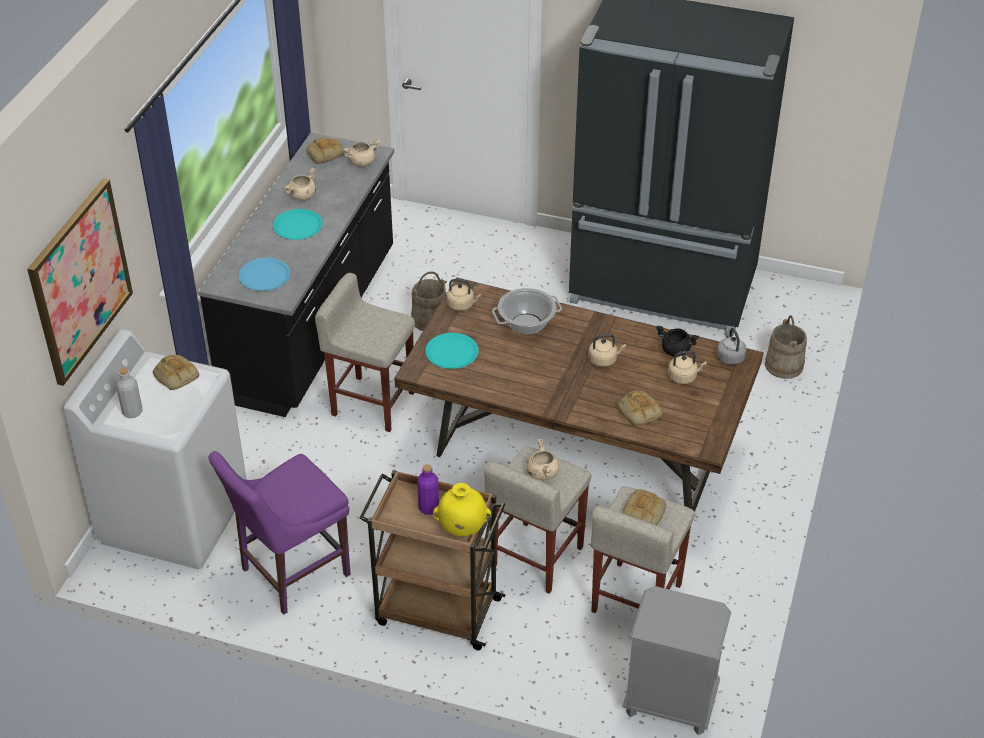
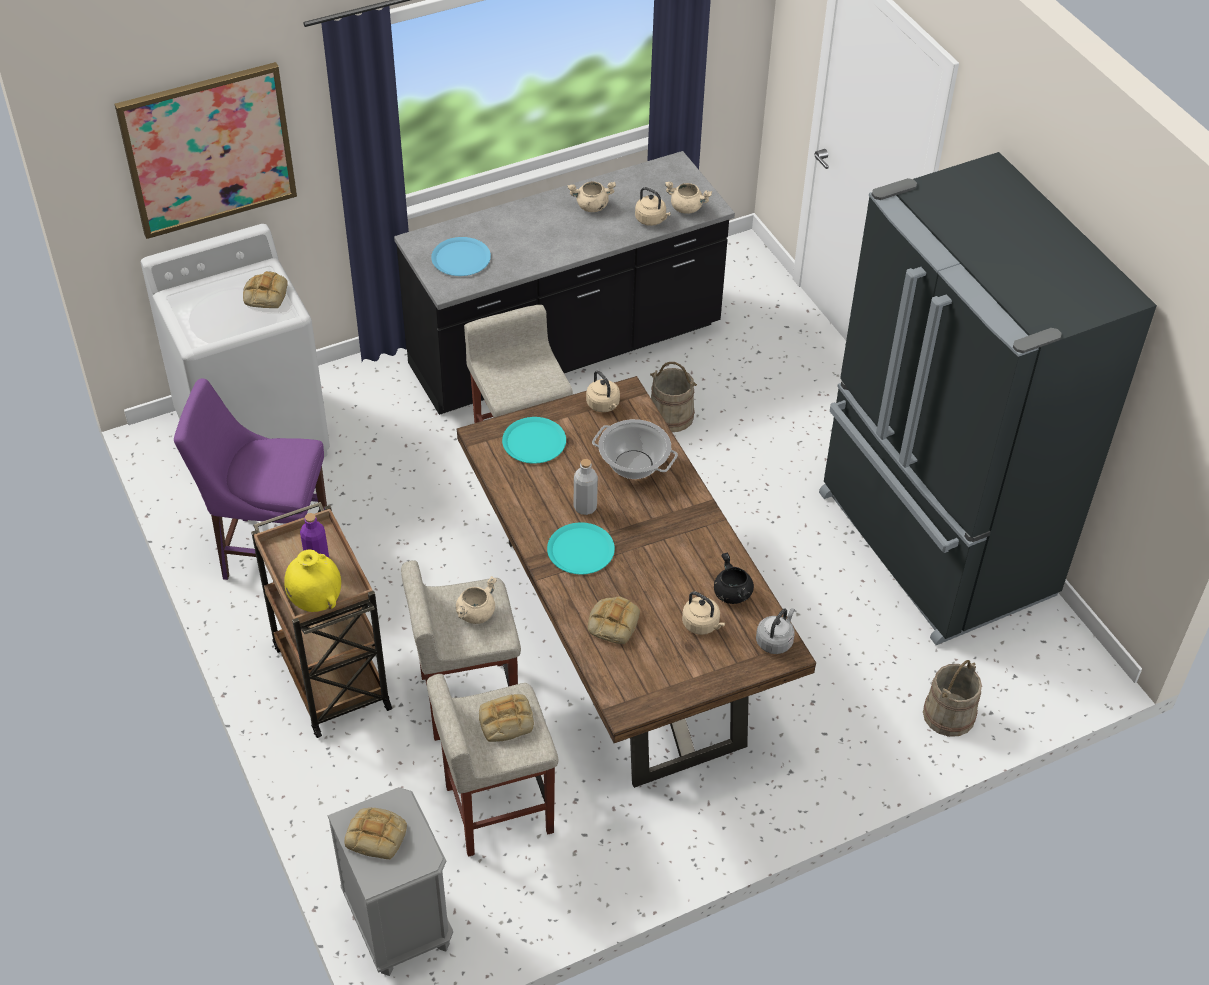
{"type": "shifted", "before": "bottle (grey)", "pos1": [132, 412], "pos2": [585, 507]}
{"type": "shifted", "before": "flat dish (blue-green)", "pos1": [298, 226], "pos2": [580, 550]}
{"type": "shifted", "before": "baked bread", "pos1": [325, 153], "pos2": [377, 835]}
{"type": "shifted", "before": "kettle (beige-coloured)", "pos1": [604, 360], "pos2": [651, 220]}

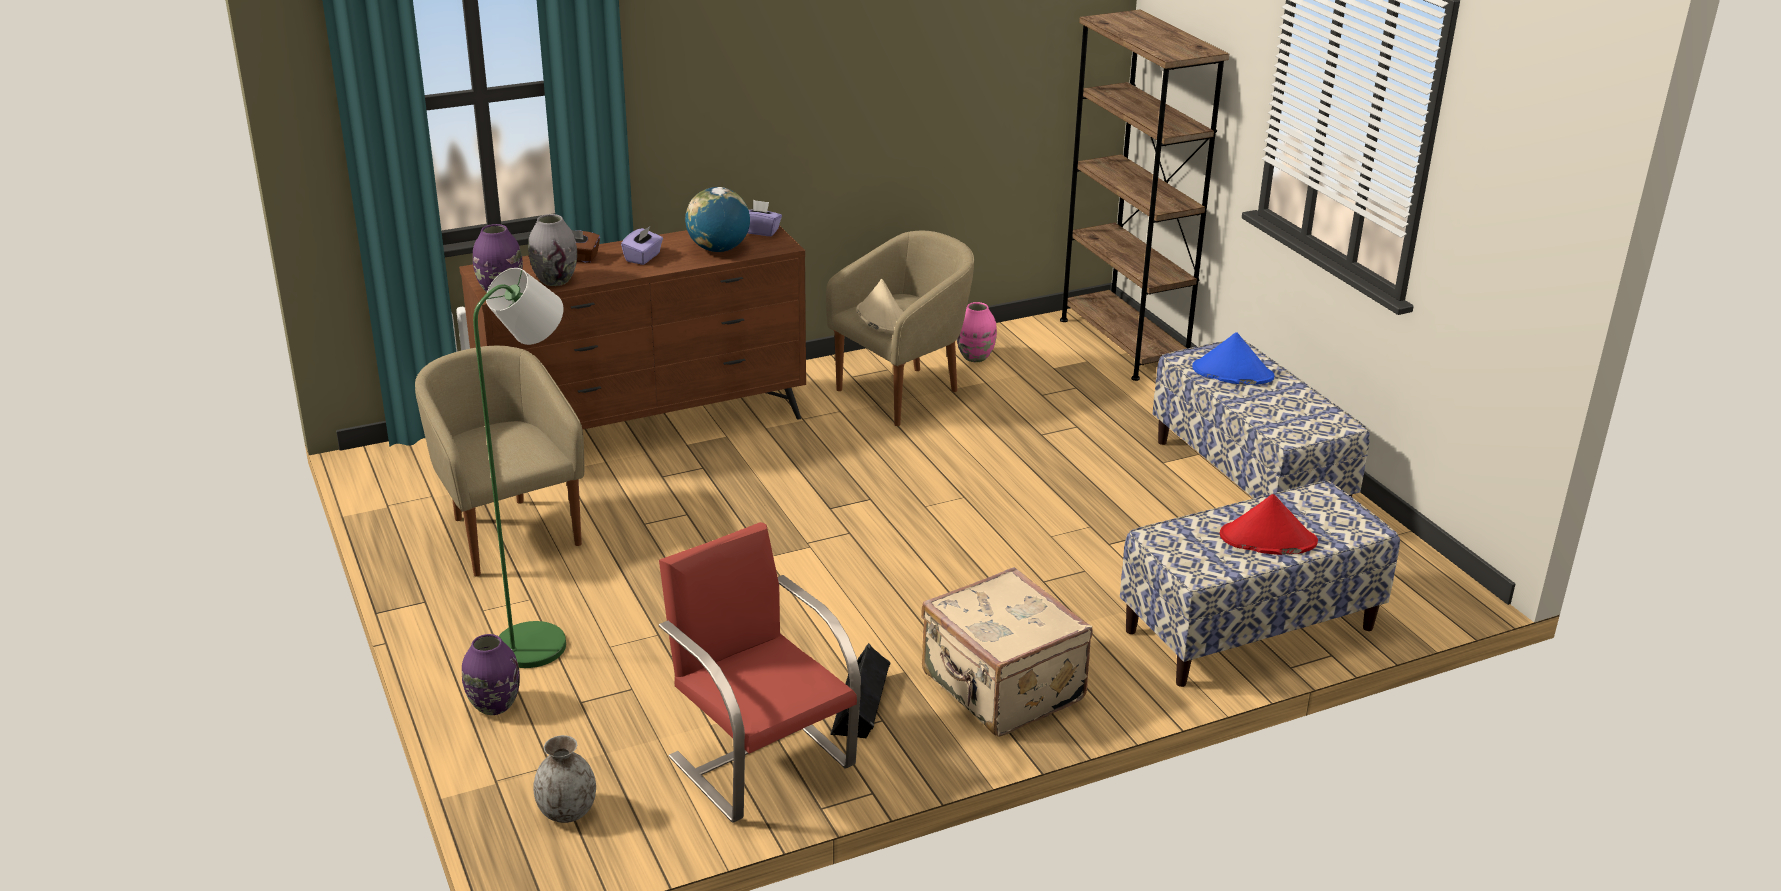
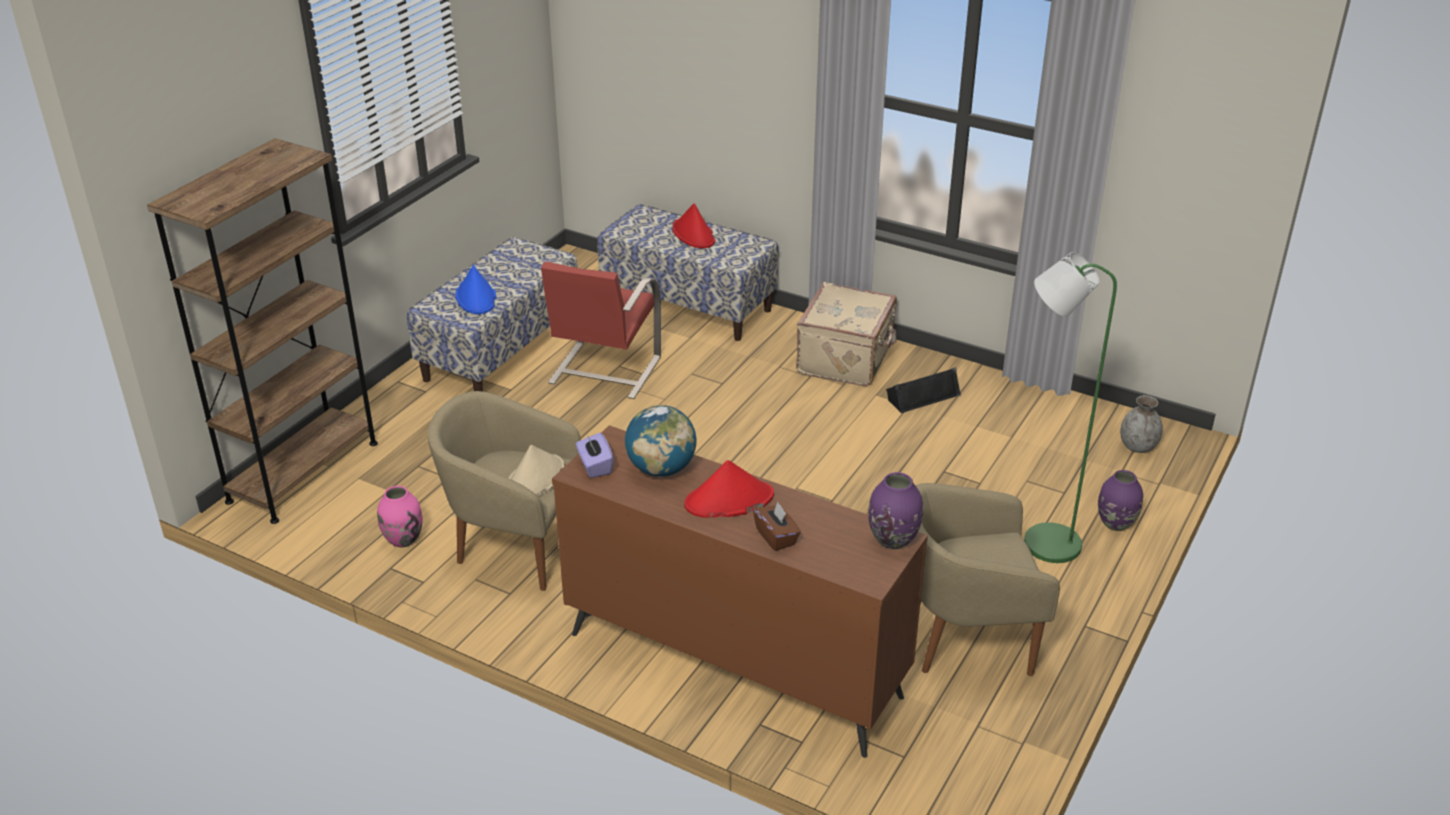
{"type": "gone", "before": "flower vase (grey)", "pos1": [555, 280]}
{"type": "shifted", "before": "chair (red-coloured)", "pos1": [761, 759], "pos2": [603, 371]}
{"type": "swapped", "before": "tissue box (purplish)", "after": "wearable hat (red-coloured)", "pos1": [643, 257], "pos2": [728, 500]}
{"type": "rotated", "before": "lounge chair (beige-coloured)", "pos1": [507, 533], "pos2": [964, 642], "turn": 60}

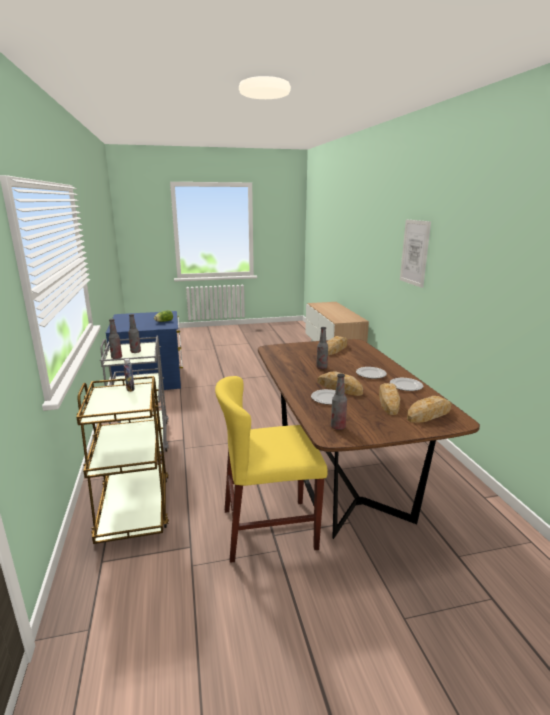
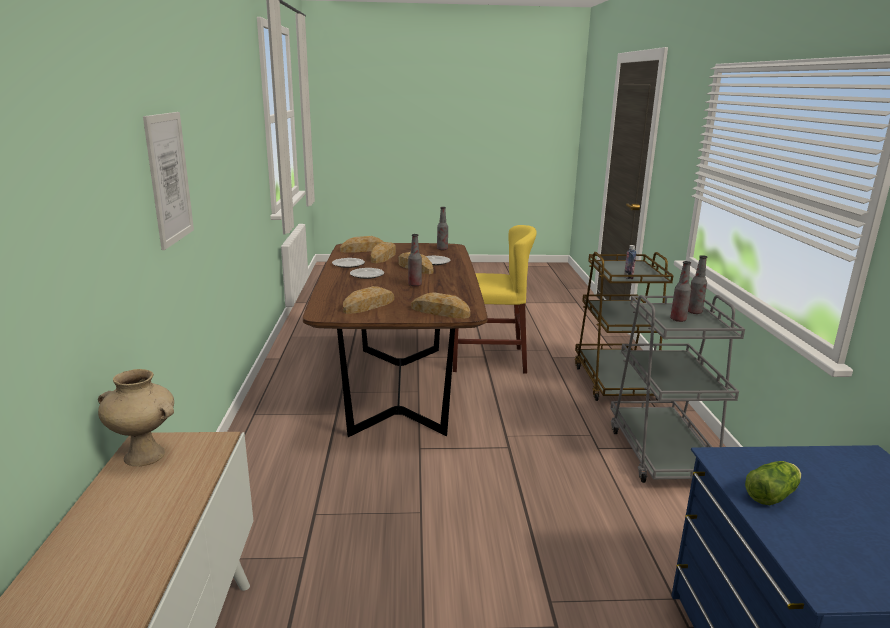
{"type": "new", "after": "flower vase (beige-coloured)", "pos2": [146, 455]}
{"type": "new", "after": "baked bread", "pos2": [440, 312]}

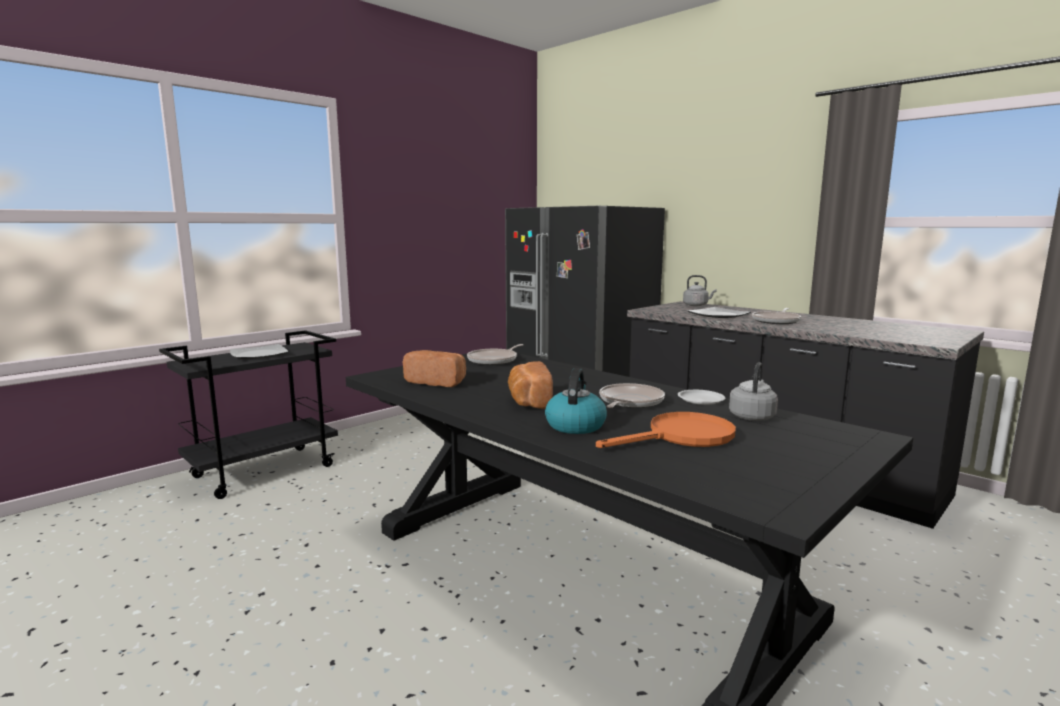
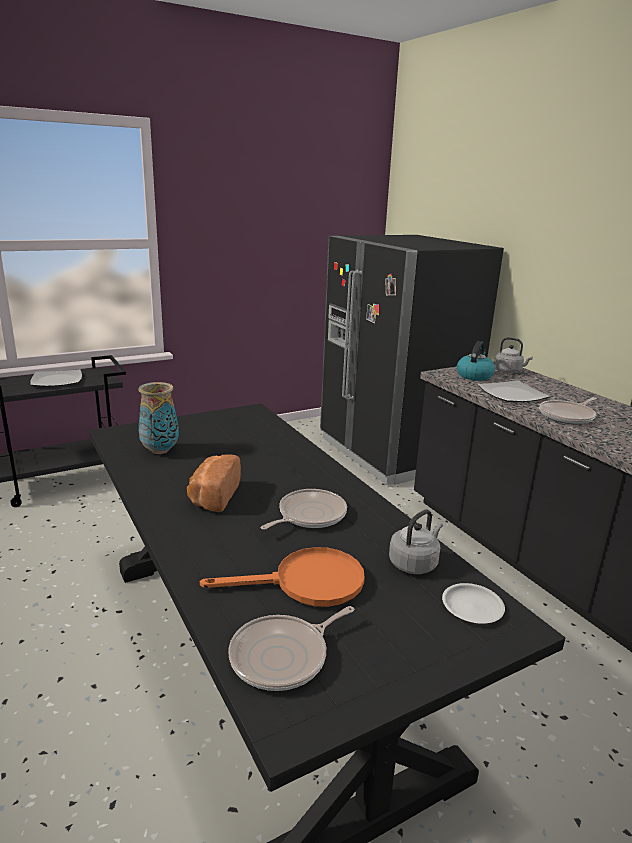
{"type": "shifted", "before": "pan", "pos1": [494, 360], "pos2": [283, 656]}
{"type": "shifted", "before": "kettle", "pos1": [575, 425], "pos2": [474, 375]}
{"type": "shifted", "before": "flat dish (whitish)", "pos1": [701, 400], "pos2": [472, 607]}
{"type": "swapped", "before": "baked bread", "after": "flower vase", "pos1": [438, 382], "pos2": [160, 451]}

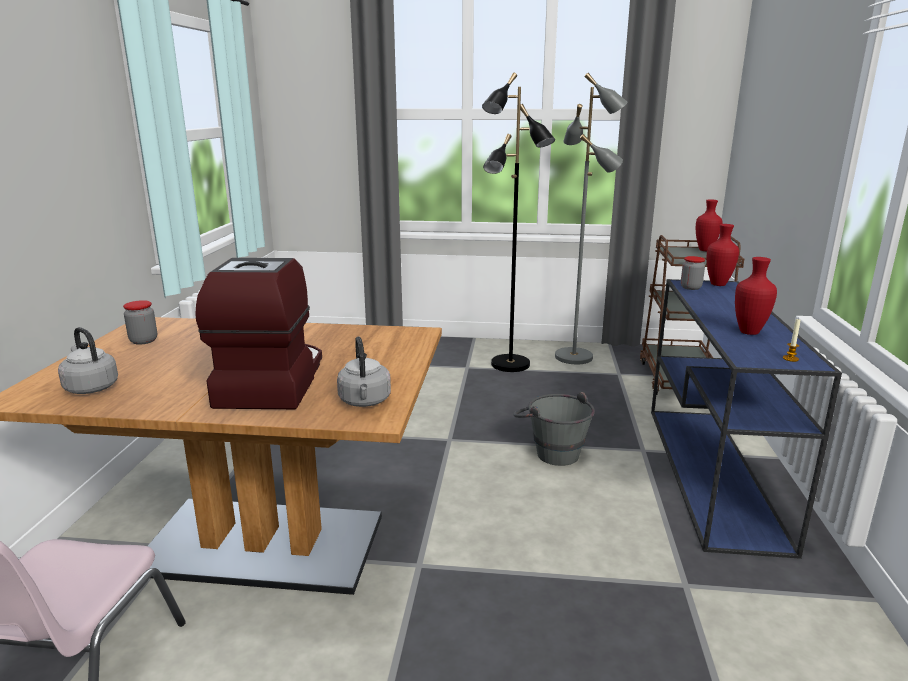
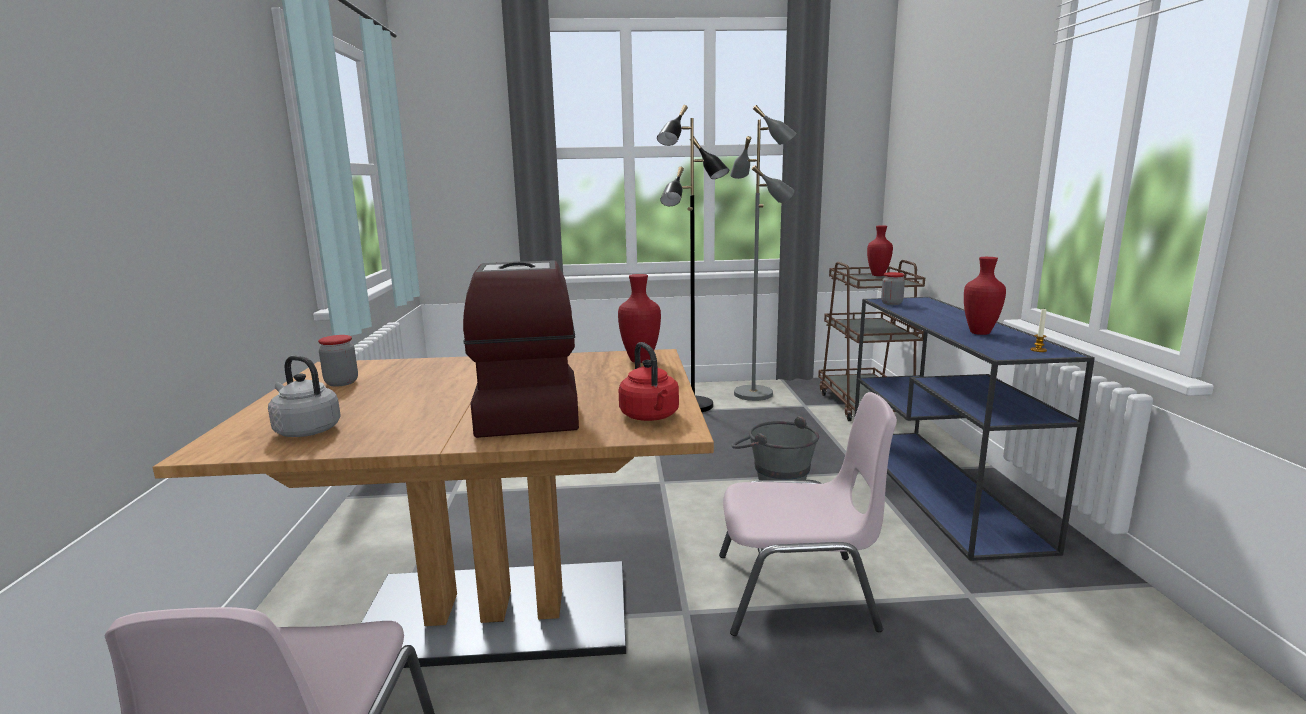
{"type": "new", "after": "chair (pink-coloured)", "pos2": [797, 592]}
{"type": "shifted", "before": "flower vase (red-coloured)", "pos1": [718, 284], "pos2": [641, 360]}
{"type": "repainted", "before": "kettle (grey)", "after": "kettle (red-coloured)", "pos1": [365, 402], "pos2": [650, 417]}

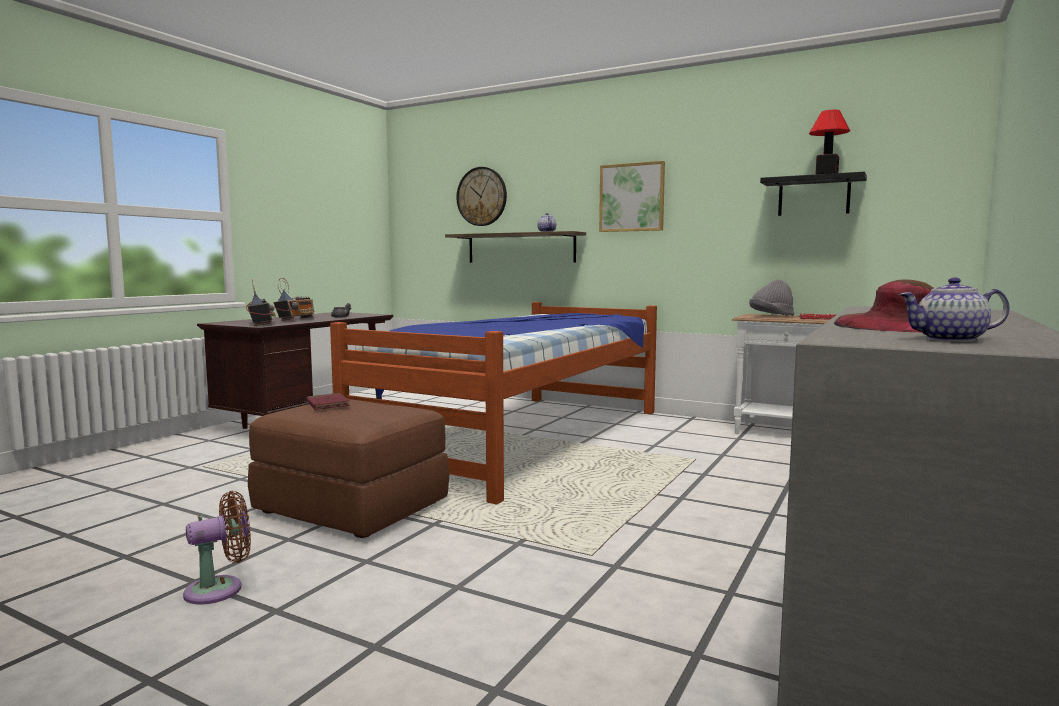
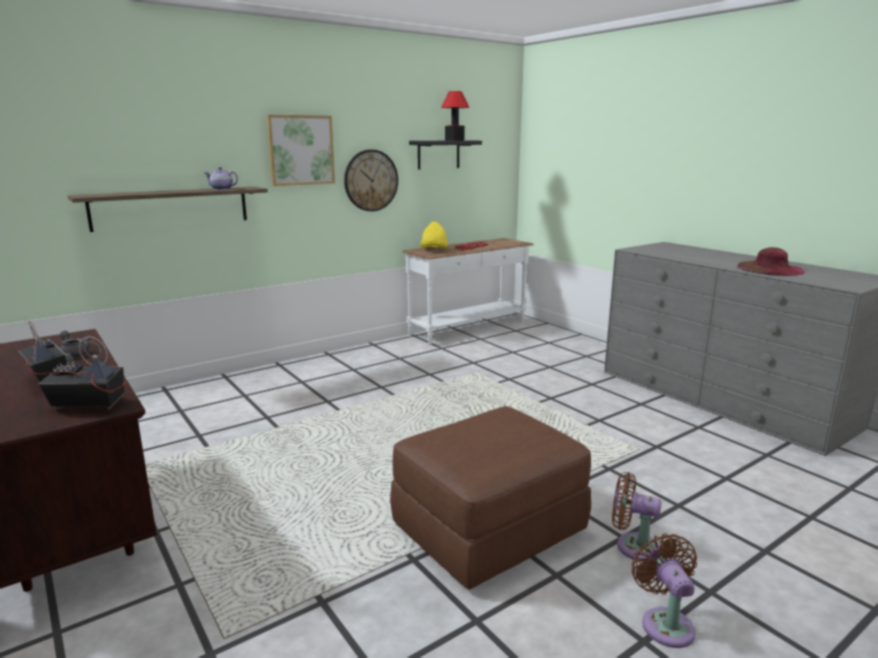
{"type": "gone", "before": "bound book (red-coloured)", "pos1": [328, 404]}
{"type": "gone", "before": "bed", "pos1": [519, 437]}
{"type": "gone", "before": "tea pot", "pos1": [950, 339]}
{"type": "new", "after": "fan (brown-coloured)", "pos2": [633, 546]}
{"type": "shifted", "before": "hanging clock", "pos1": [482, 196], "pos2": [371, 180]}
{"type": "repainted", "before": "wearable hat (grey)", "after": "wearable hat (yellow)", "pos1": [771, 316], "pos2": [434, 250]}

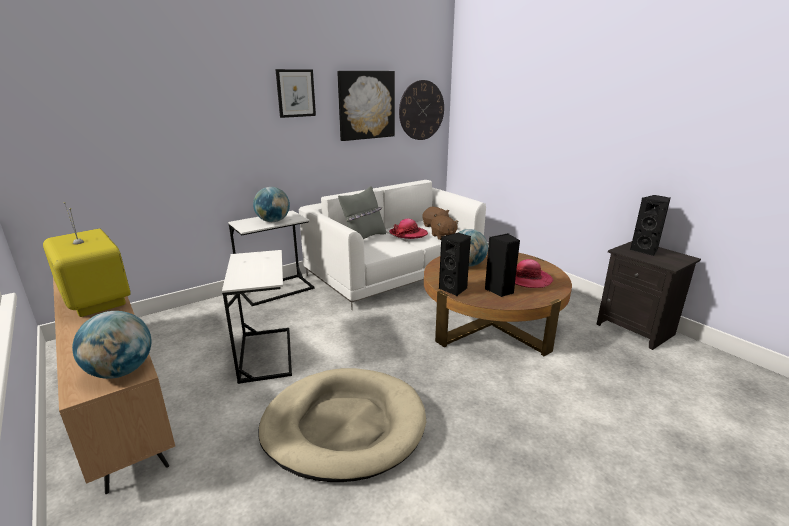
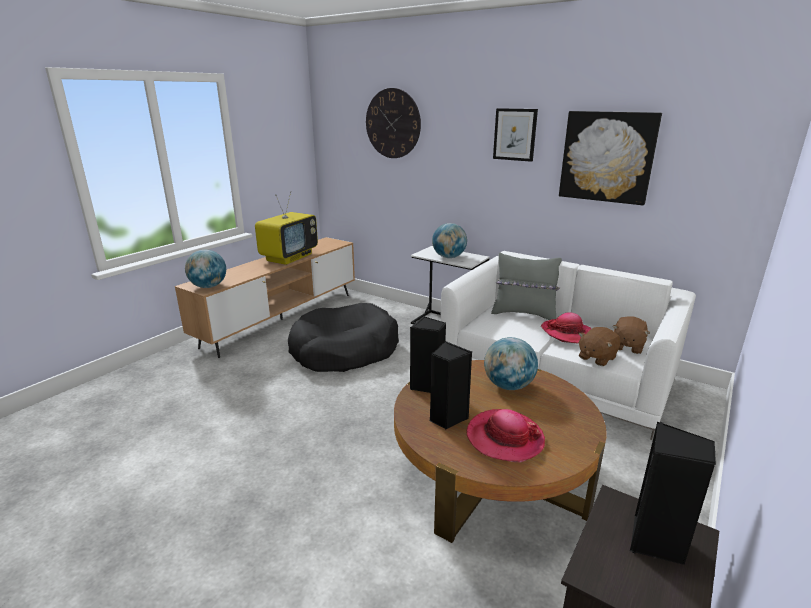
{"type": "gone", "before": "dog cushion (beige-coloured)", "pos1": [344, 426]}
{"type": "shifted", "before": "hanging clock", "pos1": [421, 110], "pos2": [393, 123]}
{"type": "swapped", "before": "end table (whitish)", "after": "dog cushion (black)", "pos1": [265, 354], "pos2": [344, 350]}

